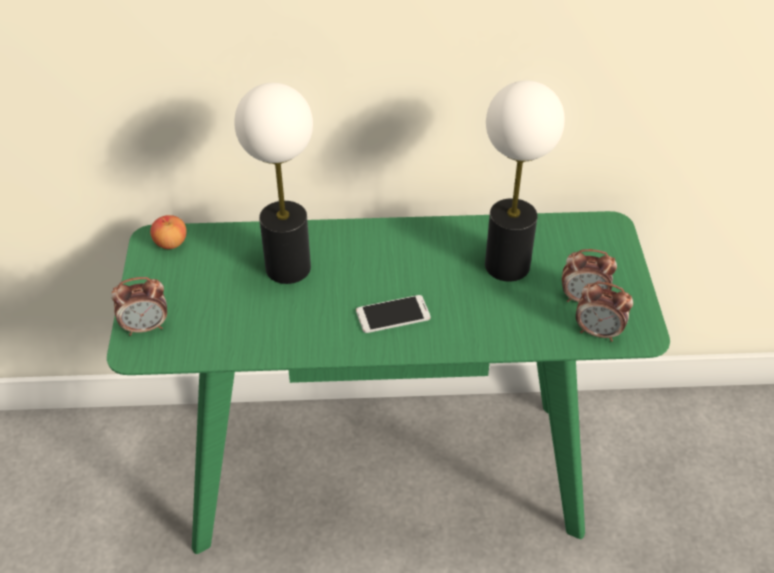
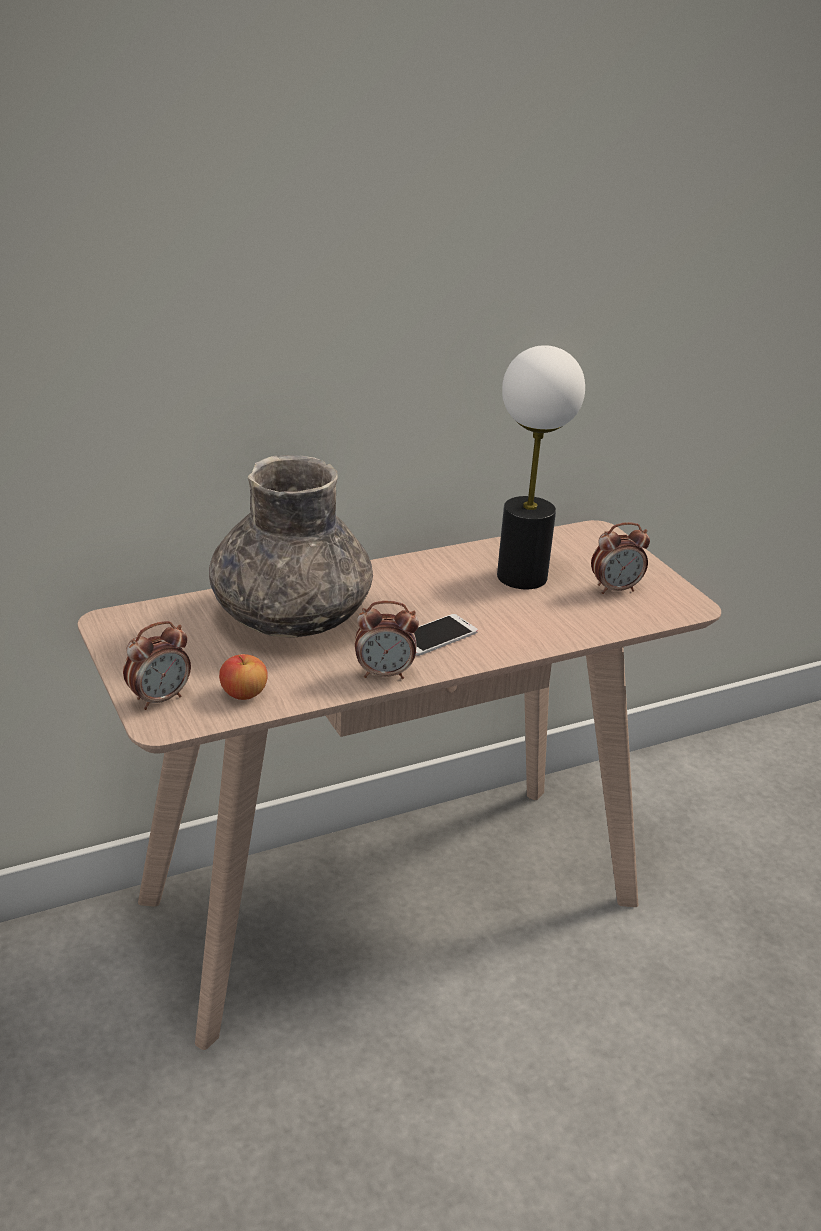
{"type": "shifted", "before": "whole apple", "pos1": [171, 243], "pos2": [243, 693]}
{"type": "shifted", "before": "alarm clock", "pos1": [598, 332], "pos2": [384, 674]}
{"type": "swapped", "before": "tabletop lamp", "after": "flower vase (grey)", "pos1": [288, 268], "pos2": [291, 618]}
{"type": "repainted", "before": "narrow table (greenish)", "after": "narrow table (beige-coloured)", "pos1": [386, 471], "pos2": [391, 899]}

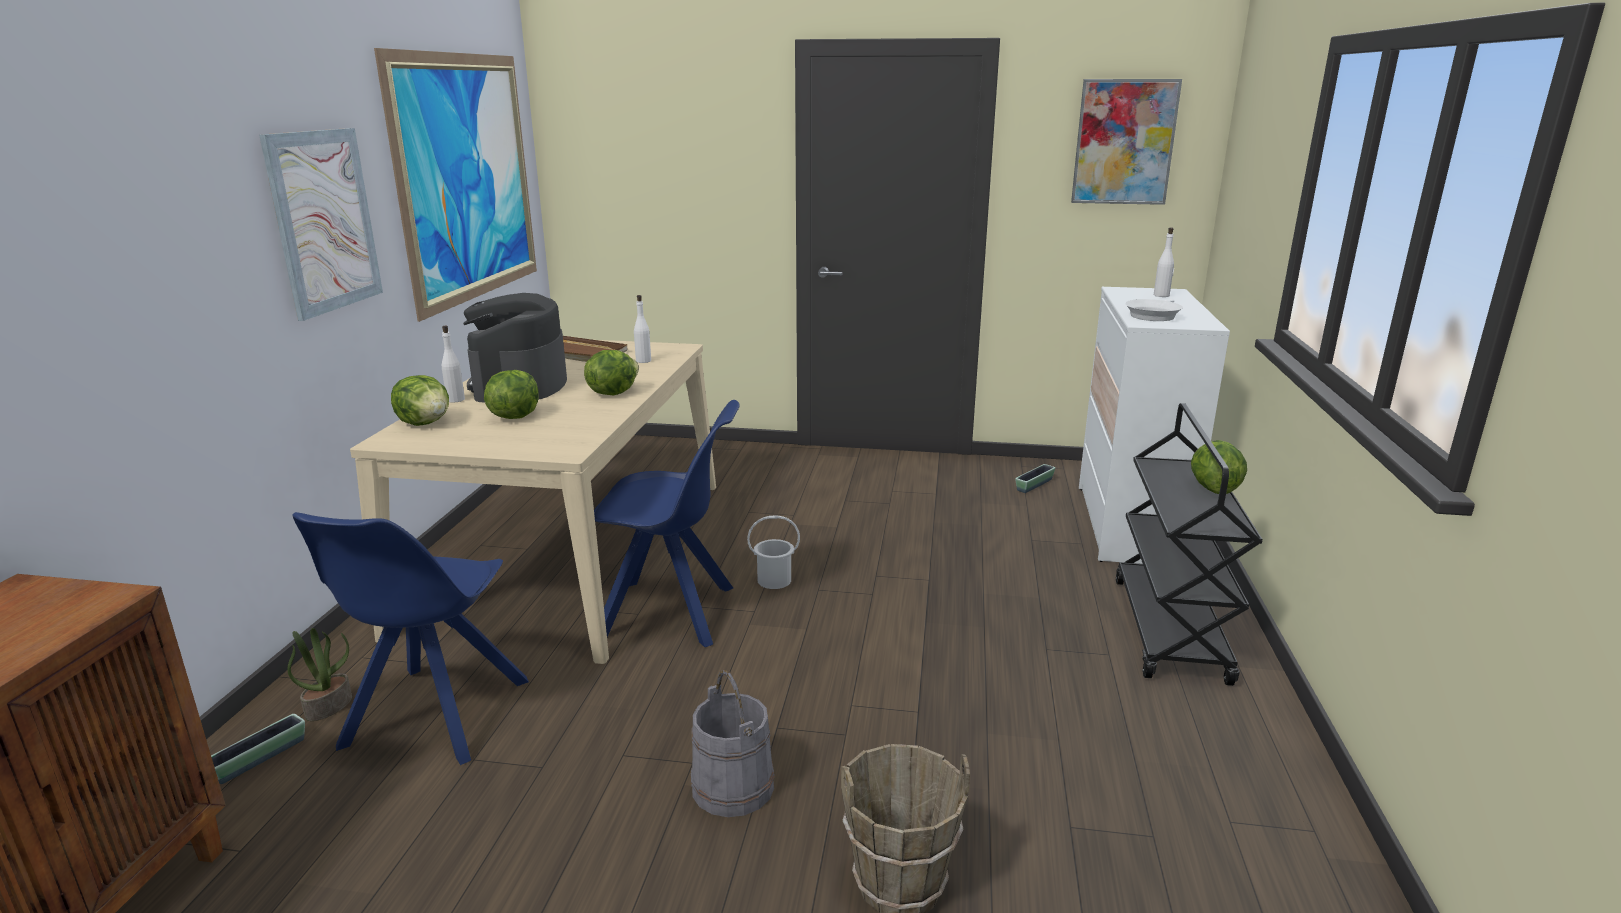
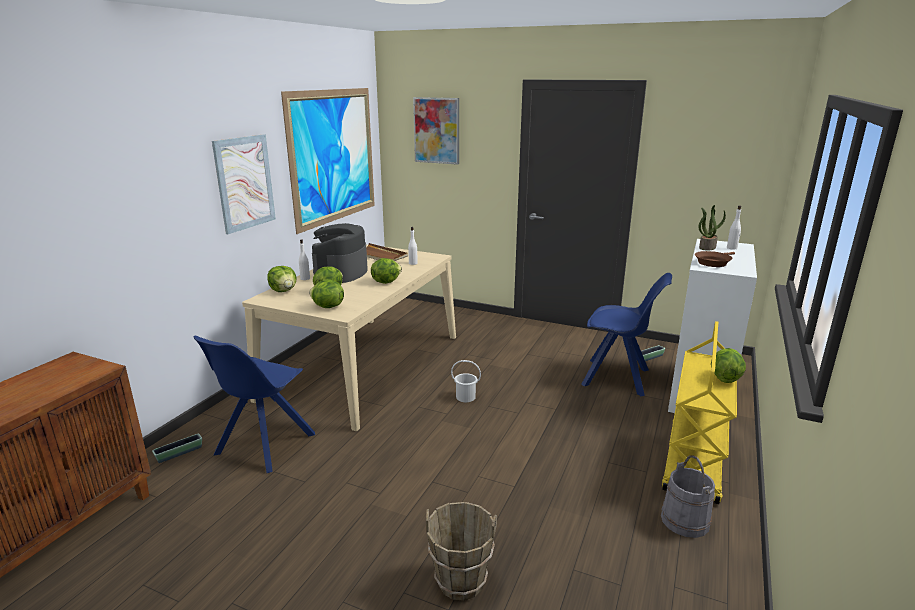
{"type": "new", "after": "head of lettuce", "pos2": [327, 307]}
{"type": "shifted", "before": "plant in a pot", "pos1": [329, 706], "pos2": [707, 247]}
{"type": "shifted", "before": "chair (blue-coloured)", "pos1": [671, 613], "pos2": [618, 378]}
{"type": "shifted", "before": "bucket (grey)", "pos1": [733, 787], "pos2": [685, 520]}
{"type": "shifted", "before": "wall art", "pos1": [1124, 142], "pos2": [436, 130]}
{"type": "repainted", "before": "wheeled cart (black)", "after": "wheeled cart (yellow)", "pos1": [1170, 631], "pos2": [694, 463]}
{"type": "repainted", "before": "pan (whitish)", "after": "pan (brown-coloured)", "pos1": [1153, 315], "pos2": [713, 262]}

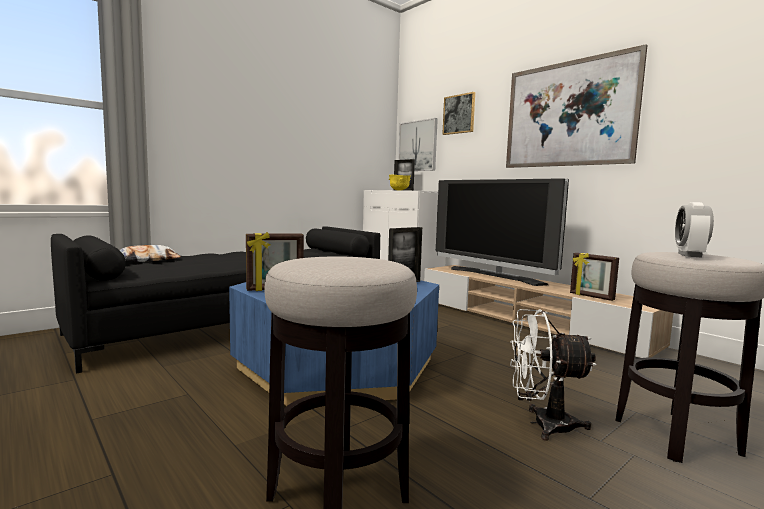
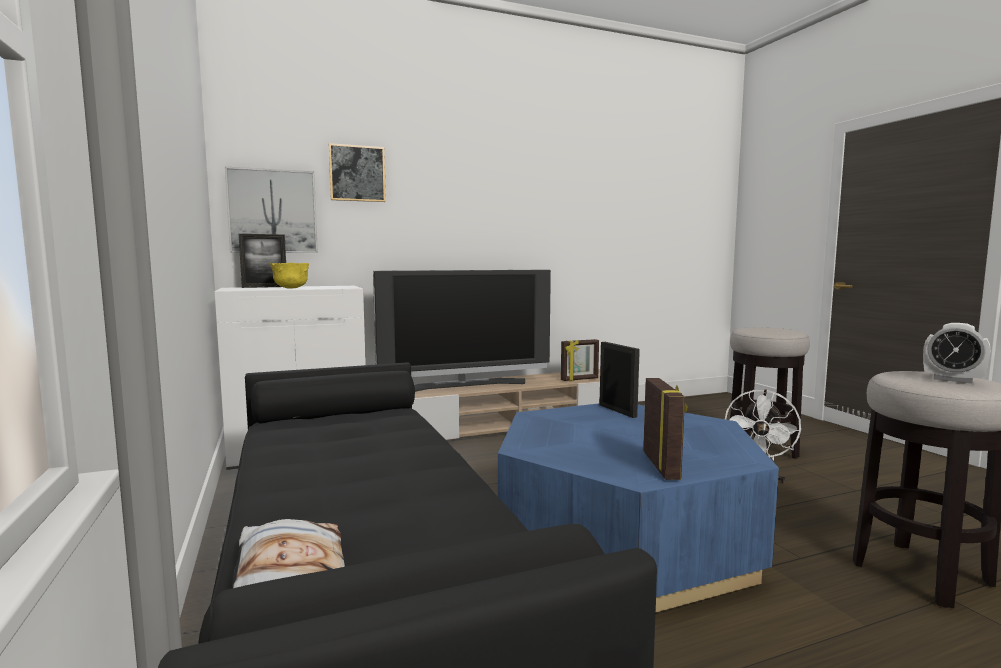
{"type": "gone", "before": "wall art", "pos1": [568, 114]}
{"type": "shifted", "before": "alarm clock", "pos1": [689, 255], "pos2": [952, 380]}

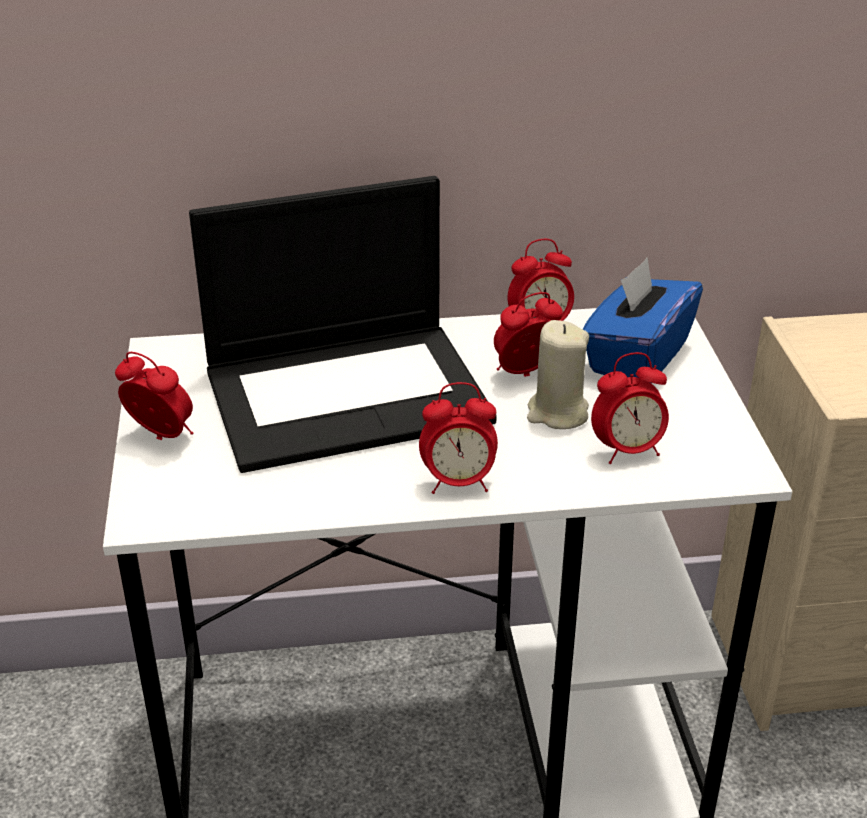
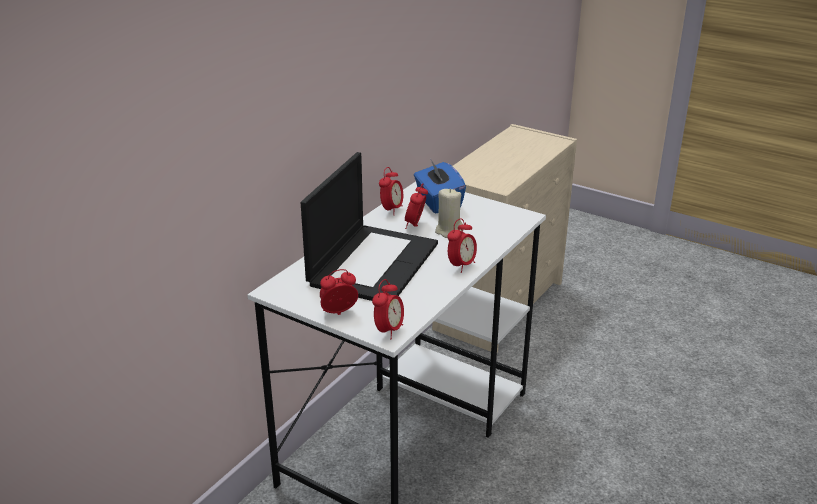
{"type": "shifted", "before": "alarm clock", "pos1": [627, 451], "pos2": [388, 330]}

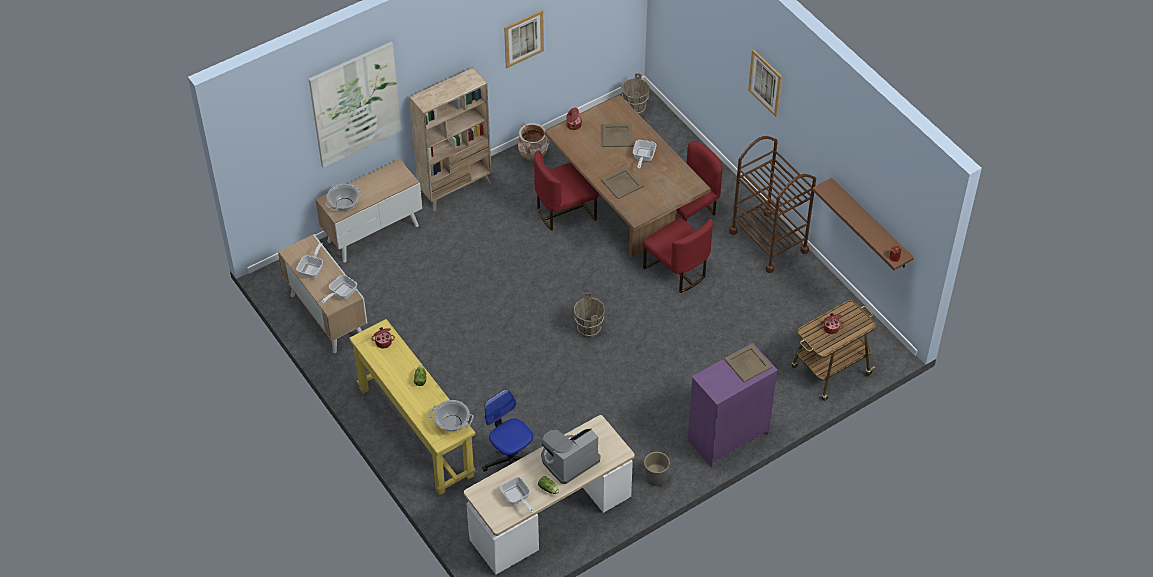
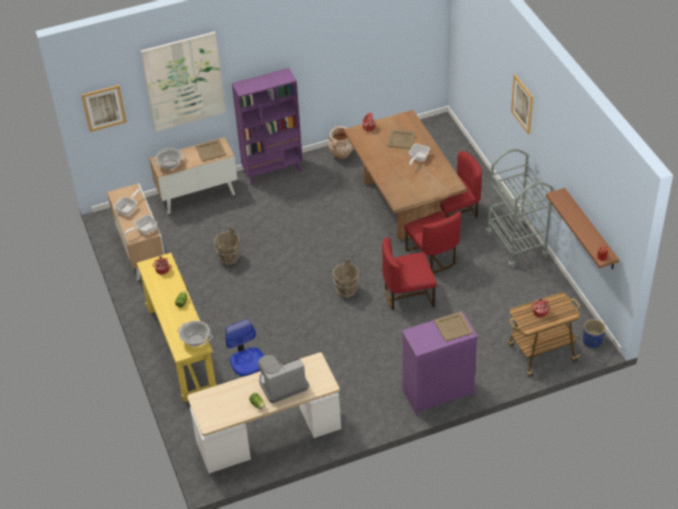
{"type": "gone", "before": "pan", "pos1": [517, 499]}
{"type": "gone", "before": "plant pot (grey)", "pos1": [656, 477]}
{"type": "new", "after": "plant pot (blue-coloured)", "pos2": [592, 341]}
{"type": "shifted", "before": "wall art", "pos1": [523, 38], "pos2": [104, 108]}
{"type": "shifted", "before": "chair (red-coloured)", "pos1": [564, 212], "pos2": [408, 295]}
{"type": "shifted", "before": "tray (beige-coloured)", "pos1": [622, 183], "pos2": [211, 150]}
{"type": "shifted", "before": "bucket (brown-coloured)", "pos1": [634, 109], "pos2": [229, 259]}
{"type": "repainted", "before": "bookshelf (beige-coloured)", "after": "bookshelf (purplish)", "pos1": [456, 188], "pos2": [273, 171]}
{"type": "repainted", "before": "wheeled cart (brown-coloured)", "after": "wheeled cart (grey)", "pos1": [768, 241], "pos2": [516, 244]}

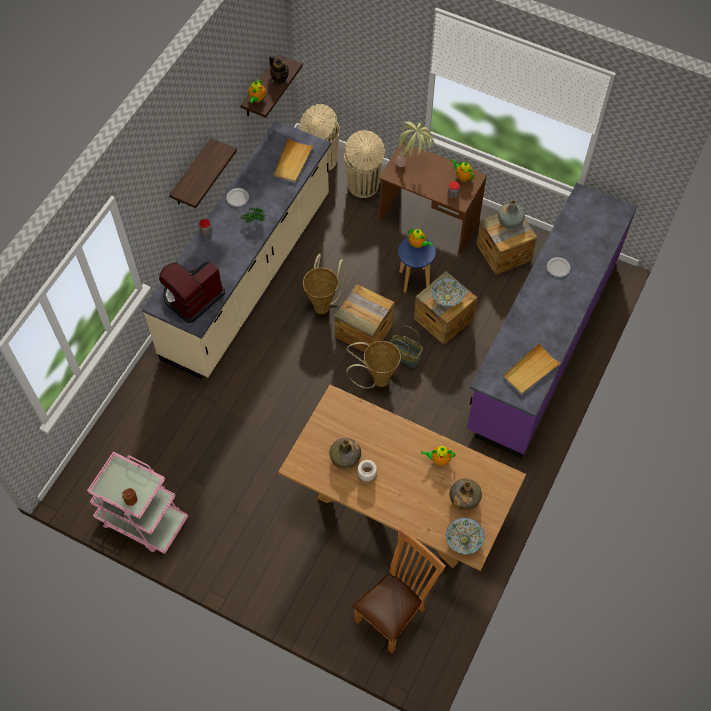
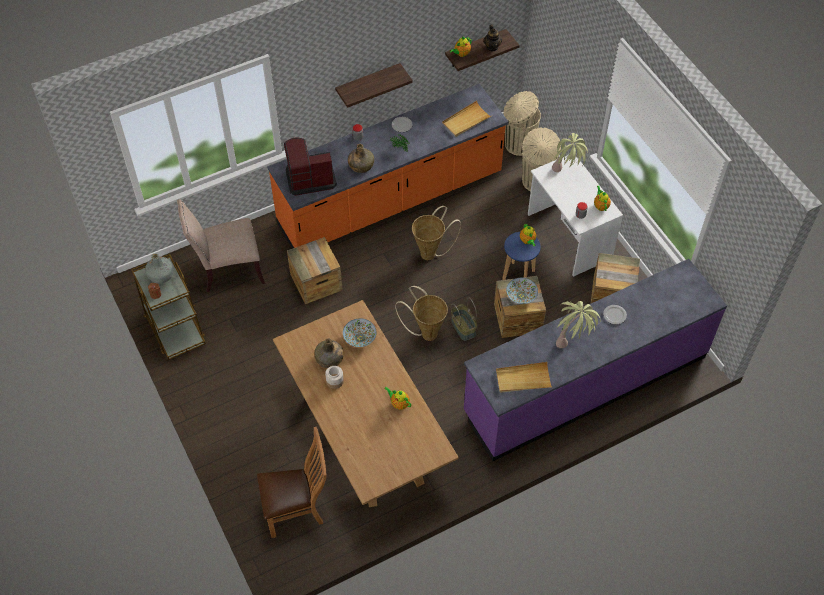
{"type": "new", "after": "chair (beige-coloured)", "pos2": [228, 270]}
{"type": "new", "after": "plant in a pot", "pos2": [573, 341]}
{"type": "shifted", "before": "shipping crate", "pos1": [364, 331], "pos2": [316, 282]}
{"type": "shifted", "before": "bowl", "pos1": [464, 539], "pos2": [360, 338]}
{"type": "shifted", "before": "bottle (greenish)", "pos1": [464, 498], "pos2": [361, 165]}
{"type": "shifted", "before": "bottle (grey)", "pos1": [510, 221], "pos2": [161, 275]}
{"type": "repainted", "before": "wheeled cart (pink-coloured)", "after": "wheeled cart (brown-coloured)", "pos1": [142, 520], "pos2": [174, 328]}
{"type": "repainted", "before": "counter (beige-coloured)", "after": "counter (orange)", "pos1": [249, 276], "pos2": [391, 200]}
{"type": "repainted", "before": "desk (brown-coloured)", "after": "desk (whitish)", "pos1": [429, 221], "pos2": [568, 237]}

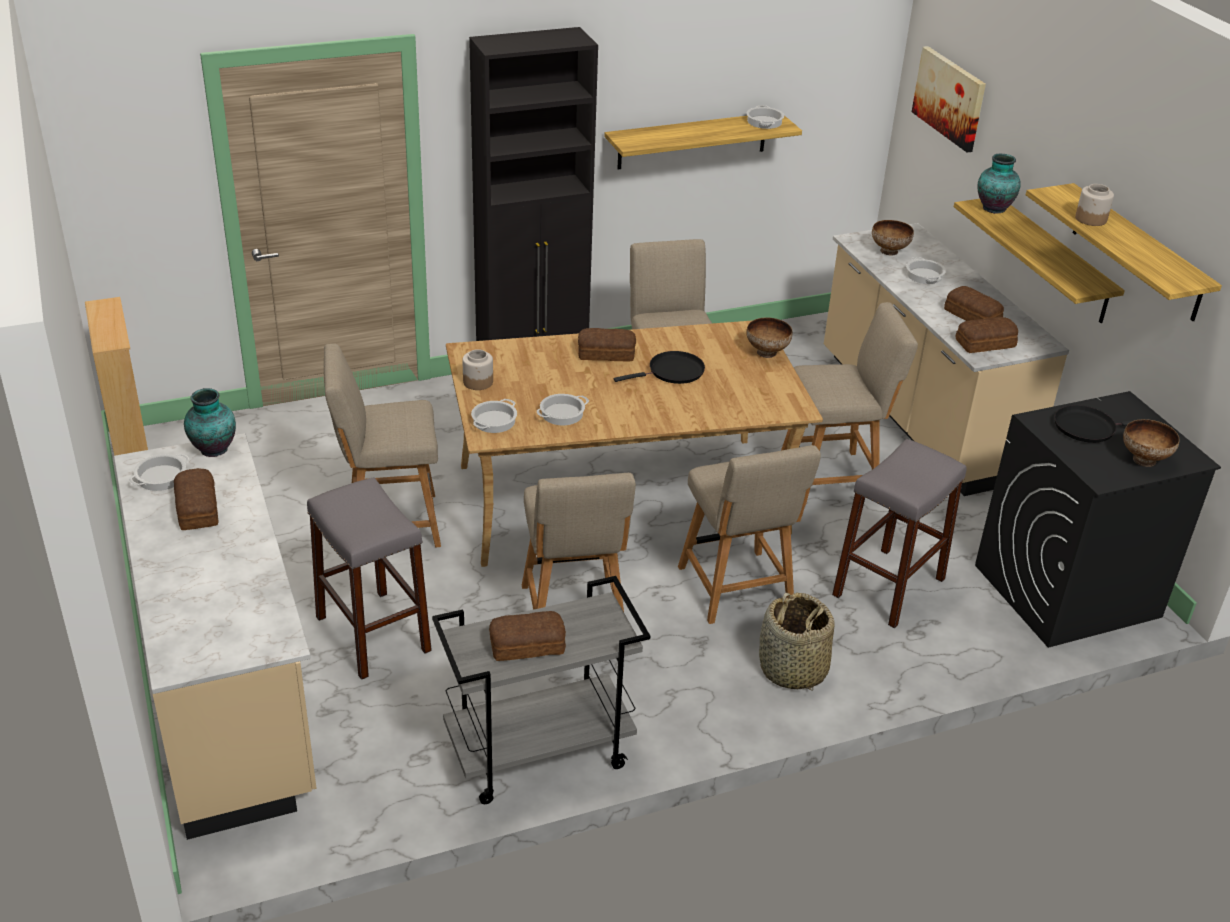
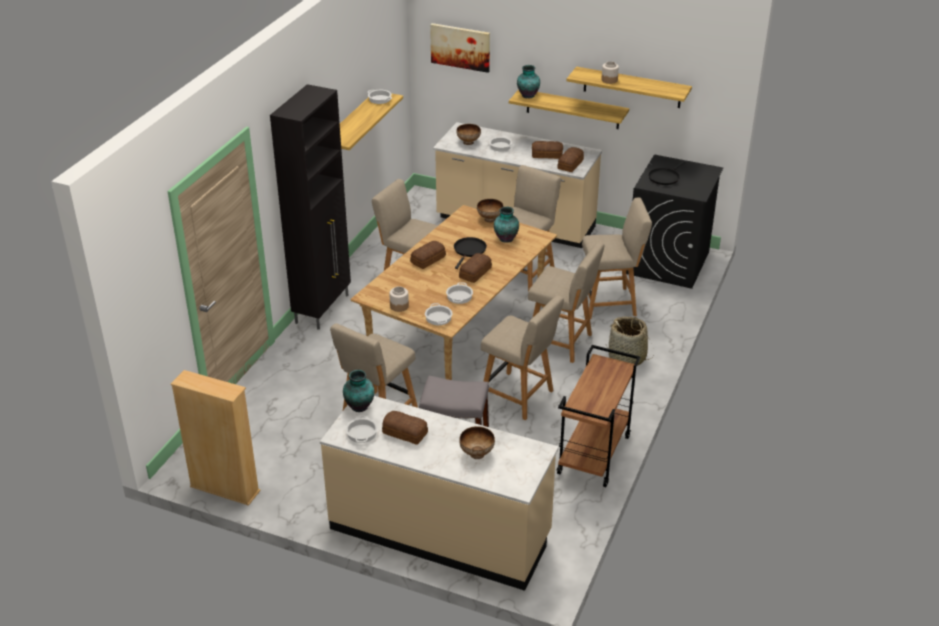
{"type": "new", "after": "flower vase", "pos2": [505, 238]}
{"type": "shifted", "before": "baked bread", "pos1": [526, 644], "pos2": [474, 273]}
{"type": "shifted", "before": "bowl", "pos1": [1144, 459], "pos2": [477, 453]}
{"type": "swapped", "before": "sitting stool (grey)", "after": "chair (beige-coloured)", "pos1": [888, 587], "pos2": [610, 303]}
{"type": "repainted", "before": "wheeled cart (grey)", "after": "wheeled cart (brown-coloured)", "pos1": [538, 755], "pos2": [594, 456]}

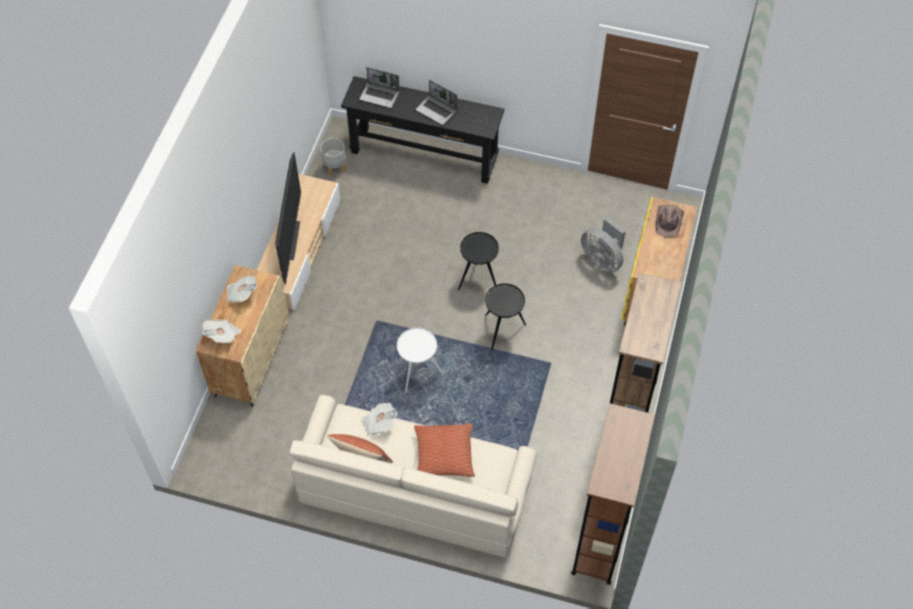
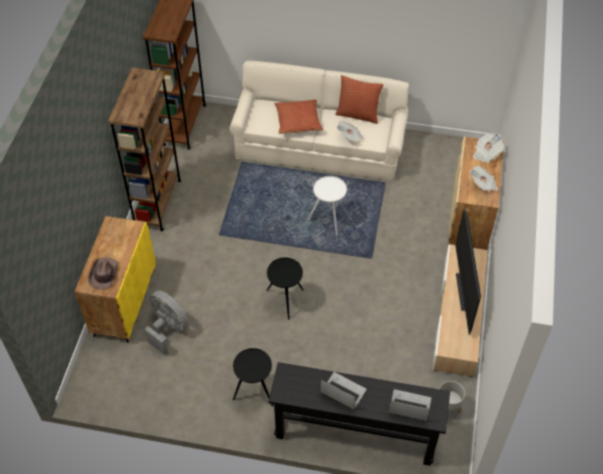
{"type": "shifted", "before": "end table (black)", "pos1": [503, 330], "pos2": [254, 392]}

